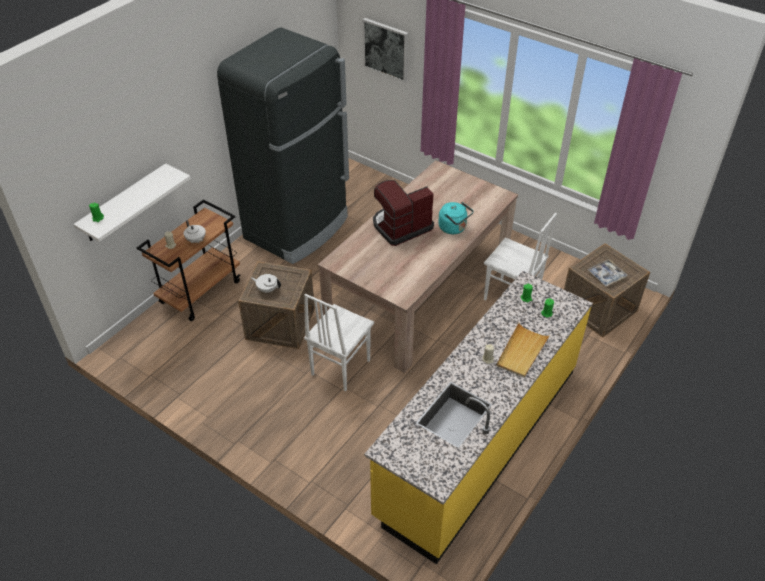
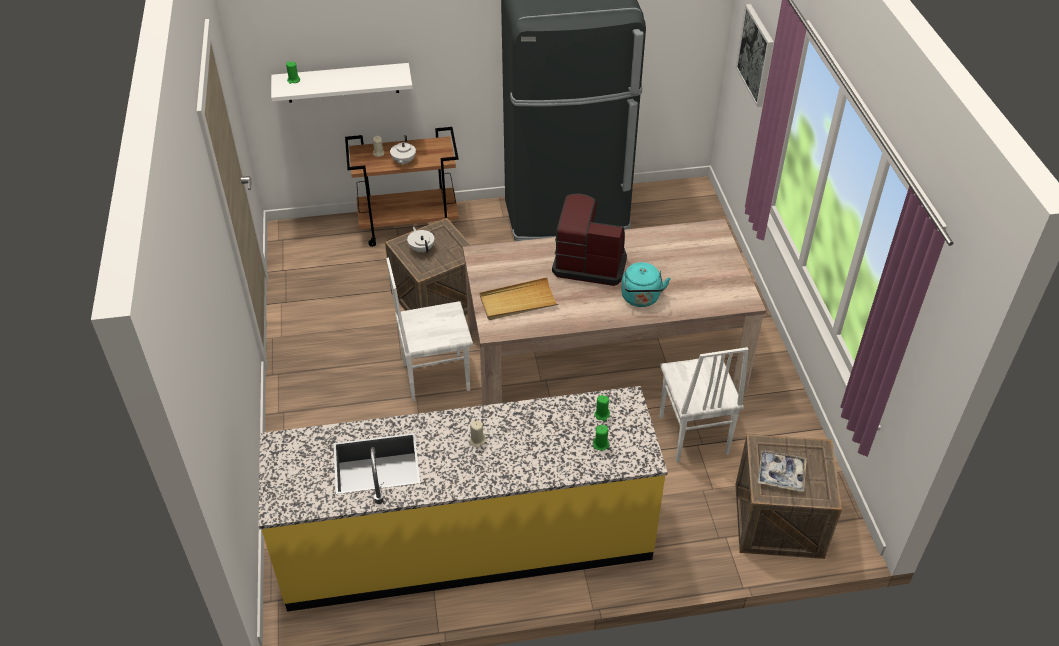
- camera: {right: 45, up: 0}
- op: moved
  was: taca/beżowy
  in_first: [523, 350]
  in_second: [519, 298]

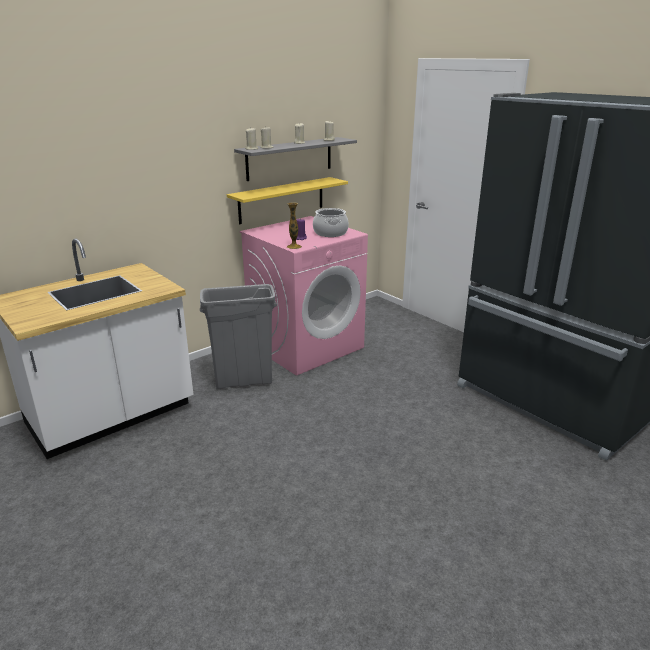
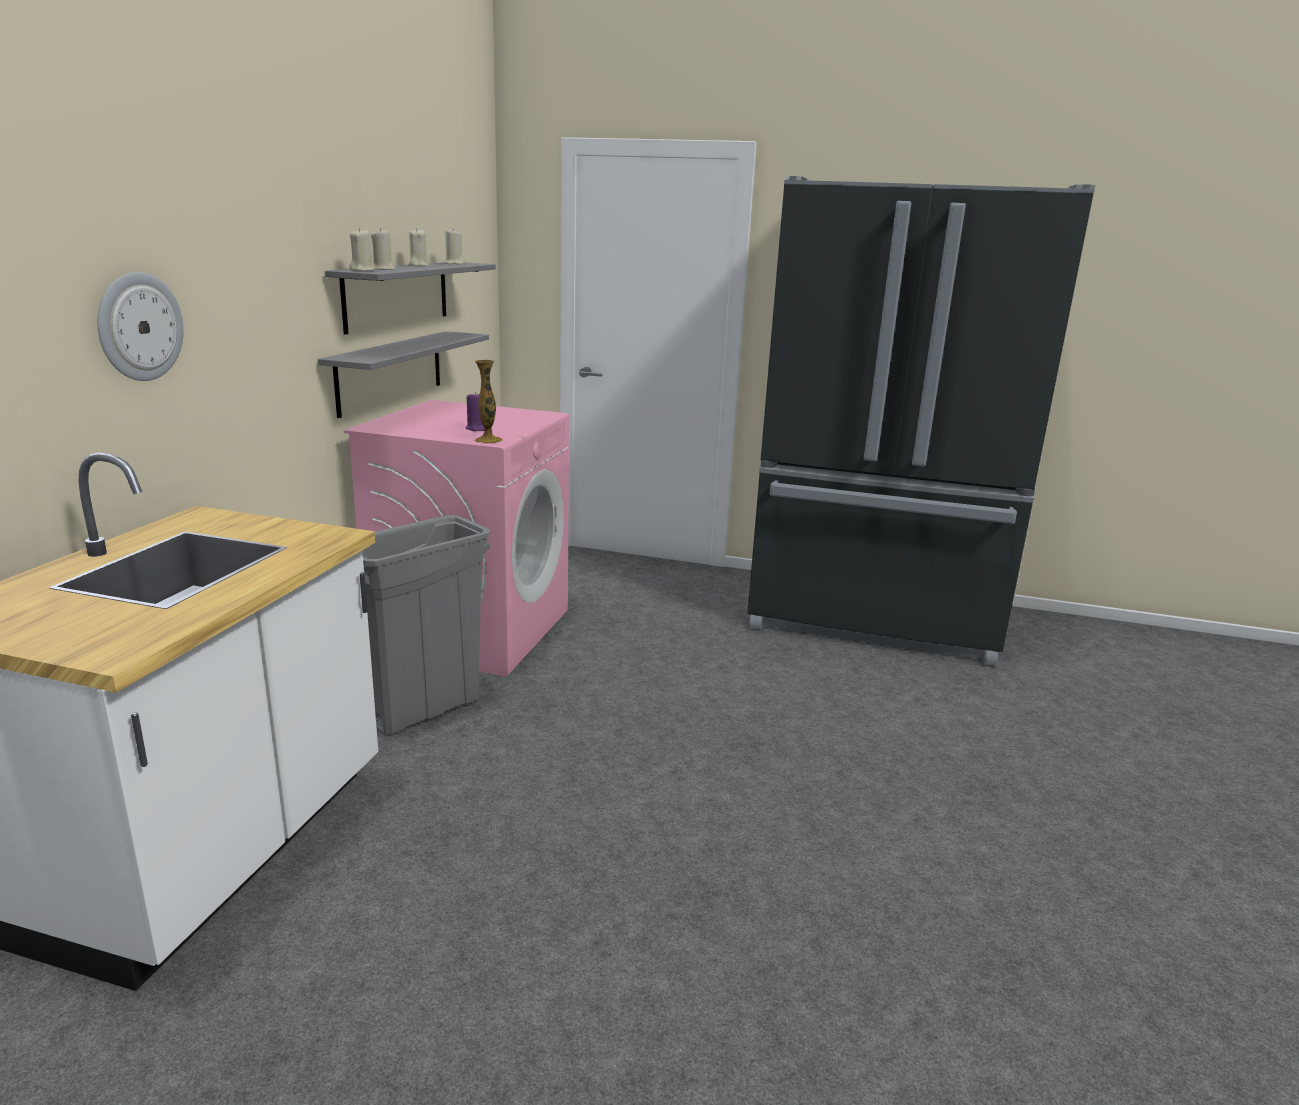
- camera: {right: -35, up: -5}
- op: removed
  was: garnek
  in_first: [331, 222]
- op: added
  now: zegar ścienny
  in_second: [140, 326]
- op: recoloured
  was: półka/żółty
  now: półka/szary
  in_first: [287, 200]
  in_second: [403, 374]

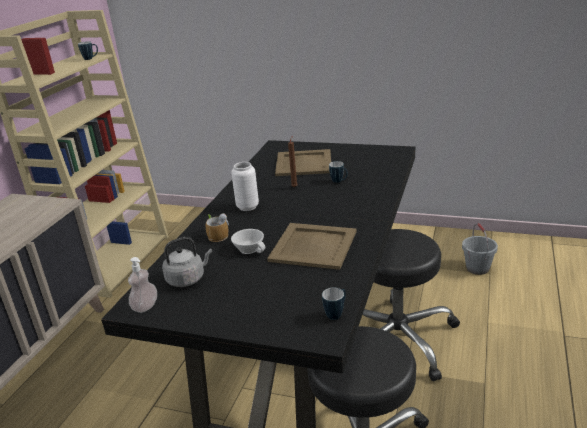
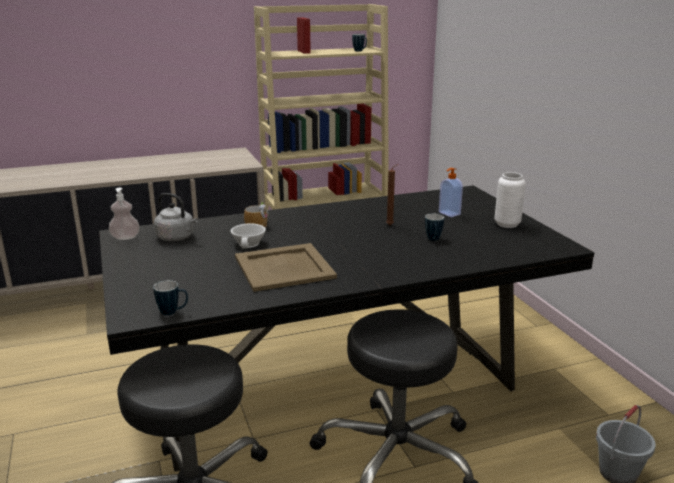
- camera: {right: 50, up: -5}
- op: moved
  was: wazon/biały
  in_first: [245, 186]
  in_second: [510, 200]
- op: replaced
  was: taca/beżowy
  now: dozownik mydła
  in_first: [303, 162]
  in_second: [451, 192]

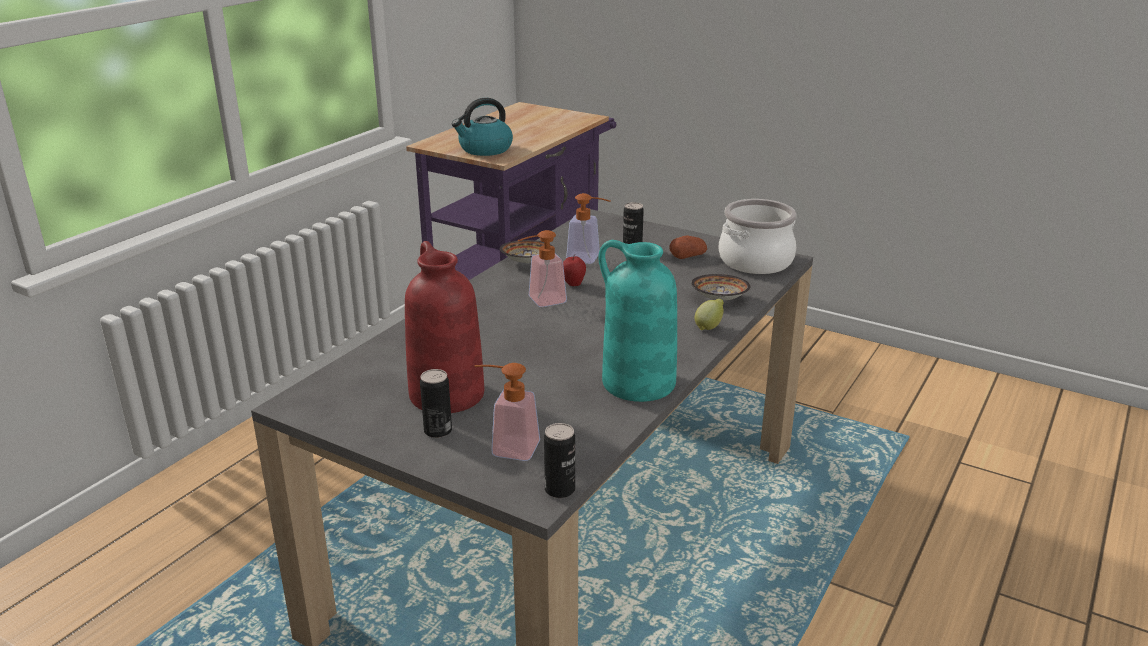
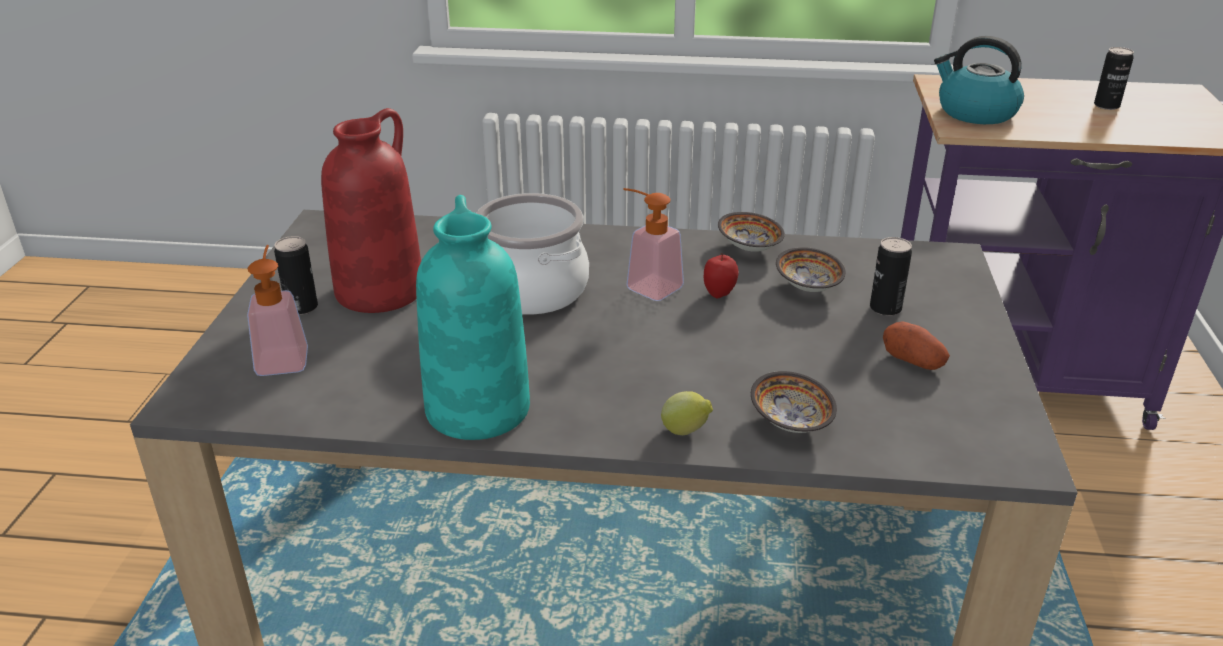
- camera: {right: 65, up: 5}
- op: moved
  was: puszka
  in_first: [559, 460]
  in_second: [1114, 78]
- op: moved
  was: garnek
  in_first: [758, 236]
  in_second: [532, 253]
- op: replaced
  was: dozownik mydła
  now: miska
  in_first: [588, 228]
  in_second: [811, 269]

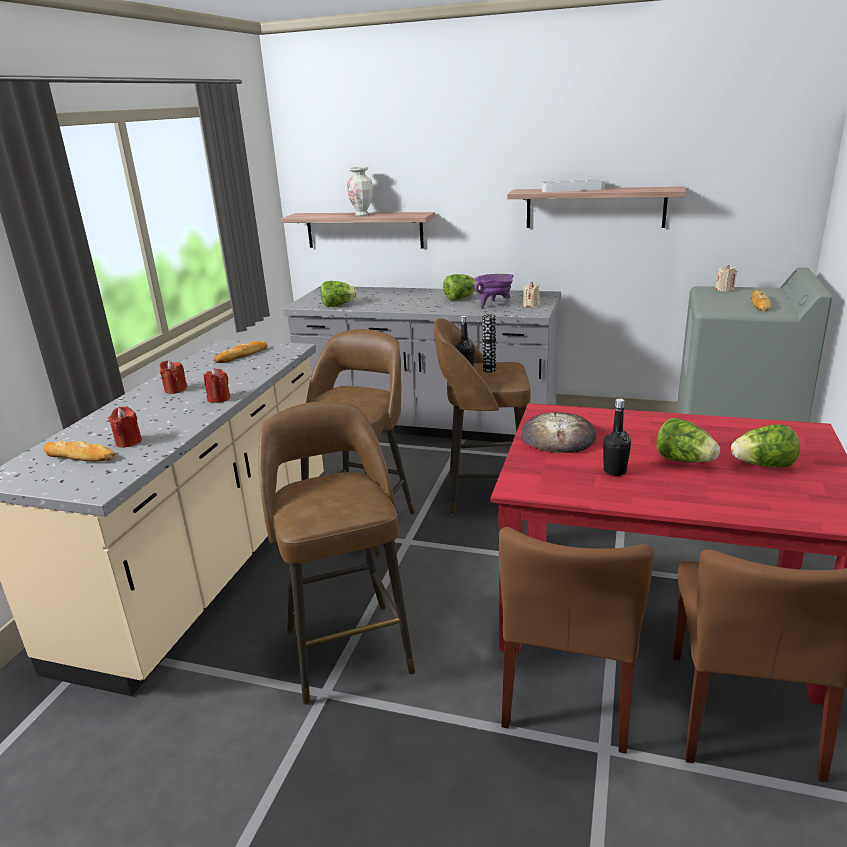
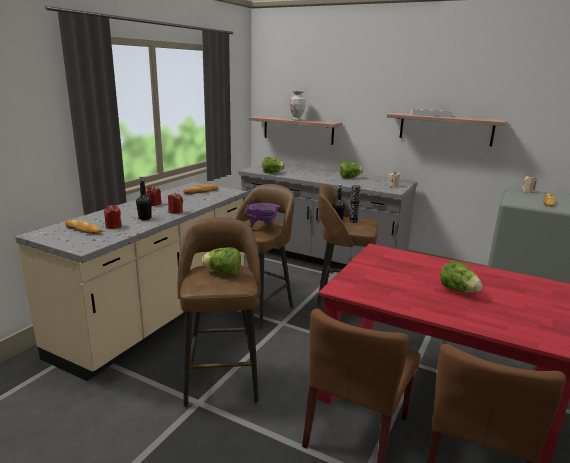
- camera: {right: 10, up: -5}
- op: removed
  was: chleb
  in_first: [558, 432]
- op: moved
  was: garnek/fioletowy
  in_first: [494, 291]
  in_second: [262, 215]
- op: moved
  was: butelka/czarny
  in_first: [617, 437]
  in_second: [144, 198]
- op: moved
  was: sałata
  in_first: [765, 446]
  in_second: [221, 261]

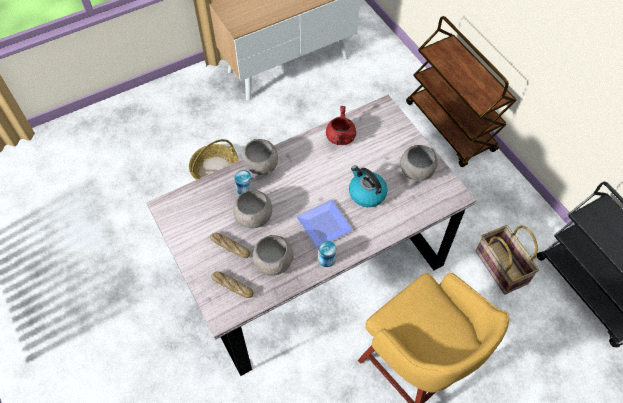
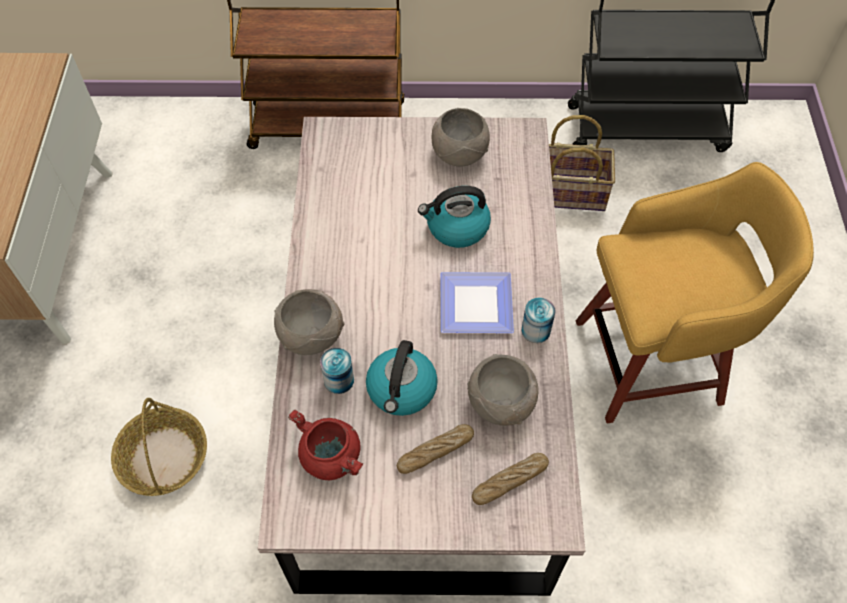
- camera: {right: -60, up: 0}
- op: moved
  was: garnek/czerwony
  in_first: [341, 125]
  in_second: [325, 445]
- op: replaced
  was: miska/szary
  now: czajnik
  in_first: [252, 209]
  in_second: [402, 378]

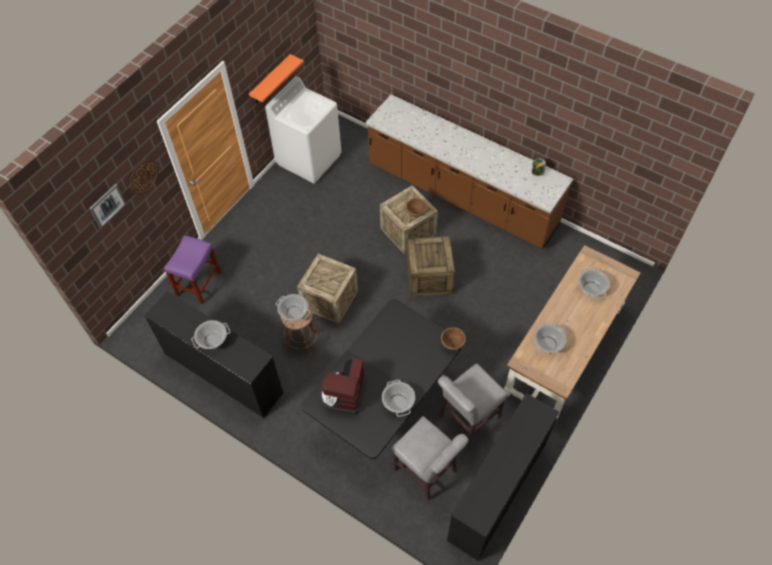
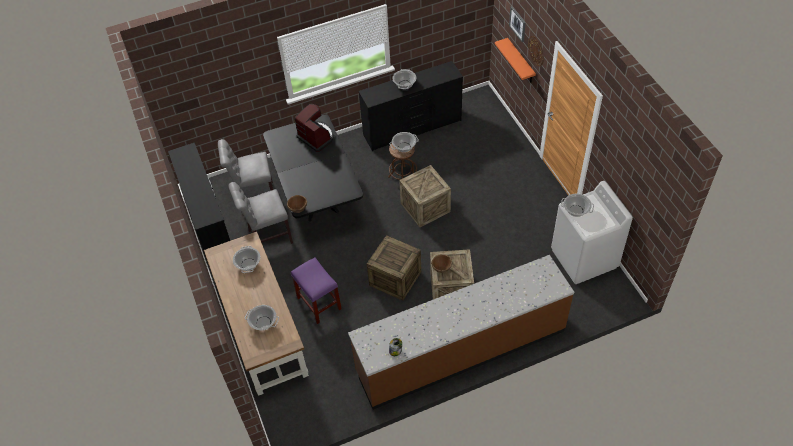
- camera: {right: 125, up: -5}
- op: moved
  was: stołek/fioletowy
  in_first: [192, 269]
  in_second: [316, 291]
- op: moved
  was: półka/pomarańczowy
  in_first: [276, 79]
  in_second: [515, 60]
- op: moved
  was: garnek
  in_first: [398, 398]
  in_second: [577, 205]
- op: turned
  was: krzesło/szary
  in_first: [473, 404]
  in_second: [261, 213]
  clockwise: -105

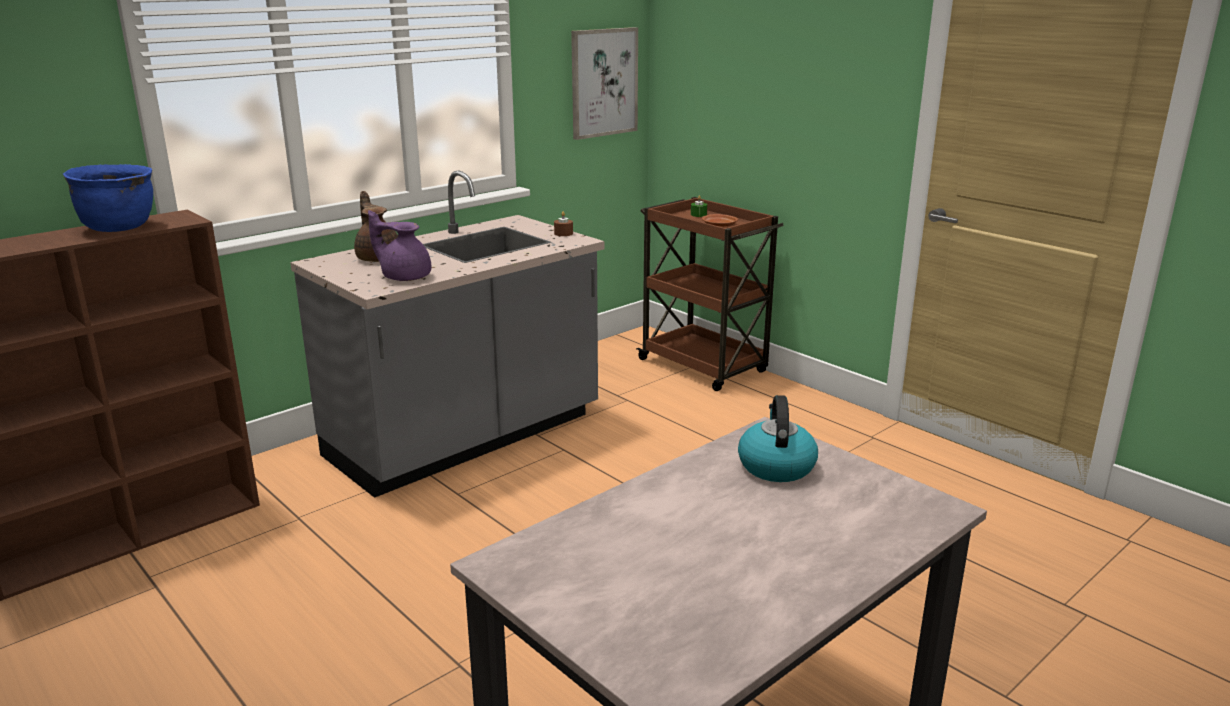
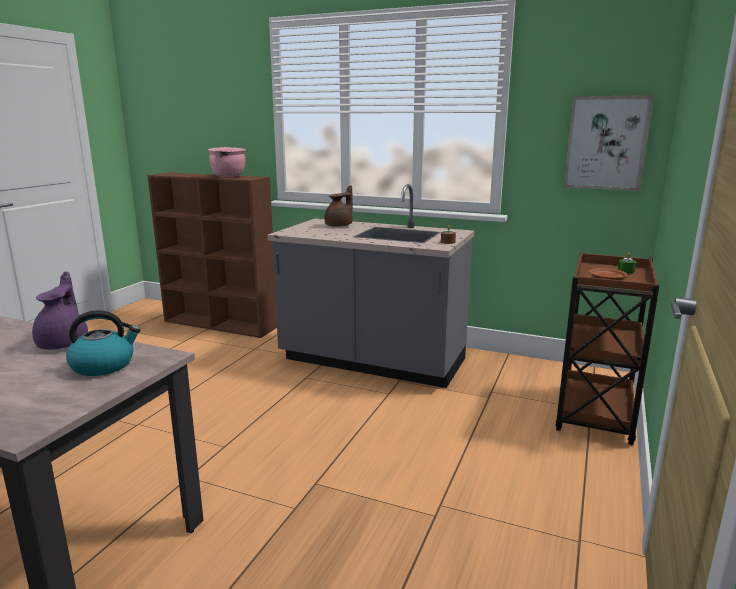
- camera: {right: 65, up: -5}
- op: moved
  was: imbryk/fioletowy
  in_first: [399, 245]
  in_second: [60, 310]
- op: recoloured
  was: garnek/niebieski
  now: garnek/różowy
  in_first: [108, 198]
  in_second: [227, 162]

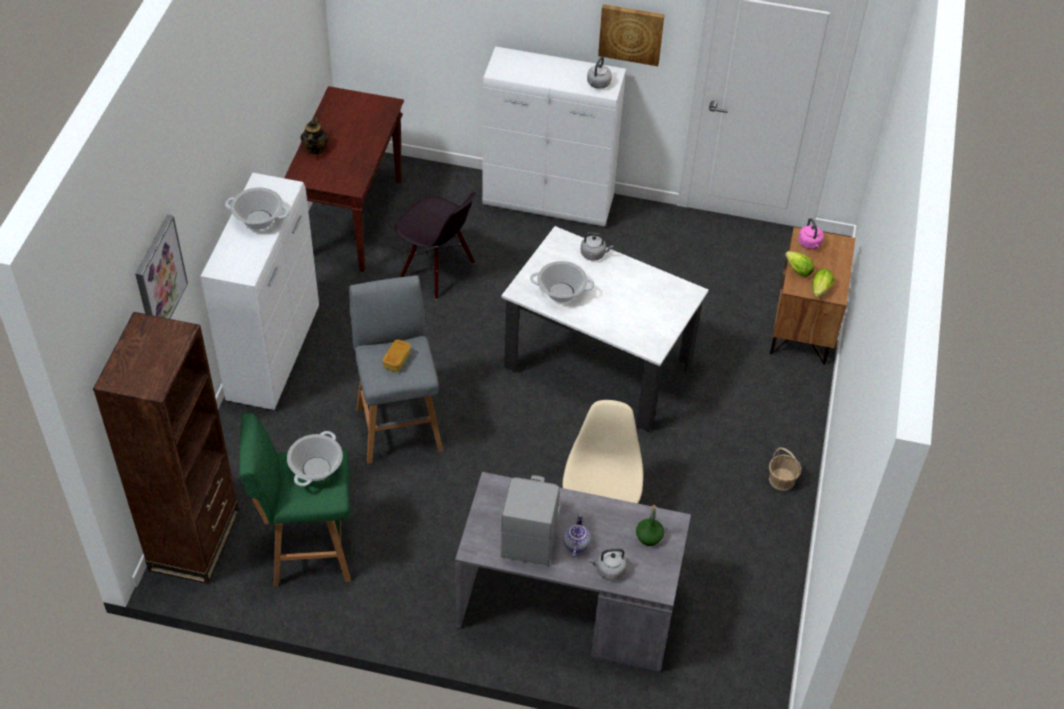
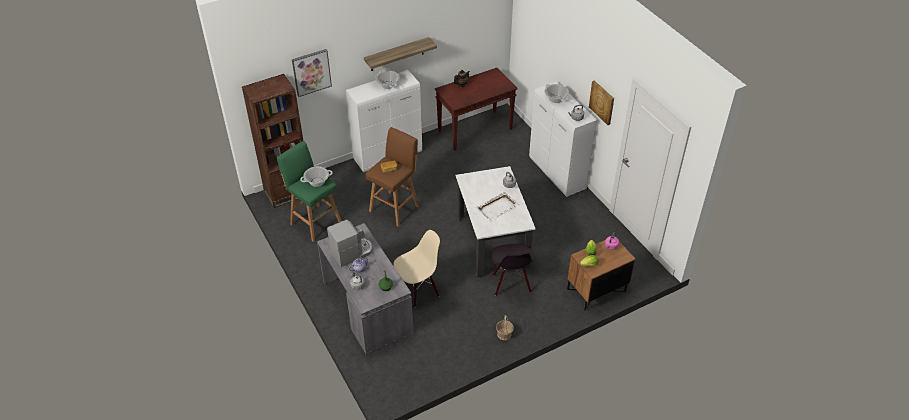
- camera: {right: 50, up: -5}
- op: added
  now: półka
  in_second: [400, 54]
- op: added
  now: taca/biały
  in_second: [497, 206]
- op: moved
  was: krzesło/czarny
  in_first: [435, 246]
  in_second: [512, 270]
- op: moved
  was: garnek
  in_first: [562, 281]
  in_second: [557, 93]
- op: recoloured
  was: stołek/szary
  now: stołek/brązowy
  in_first: [396, 369]
  in_second: [392, 177]

